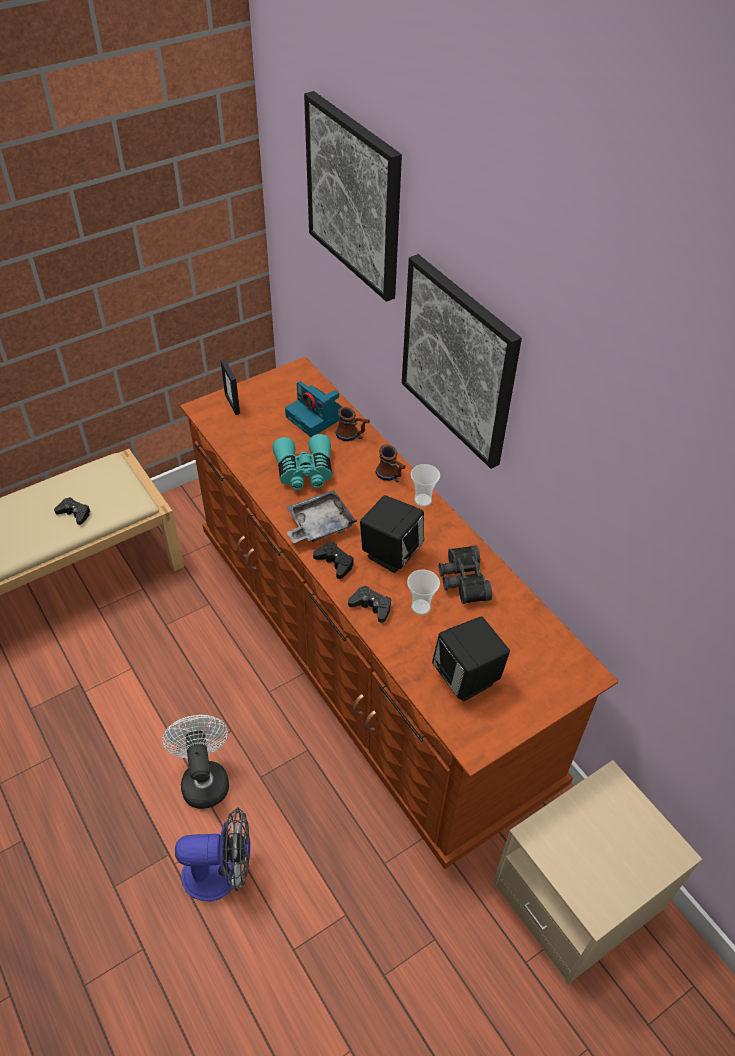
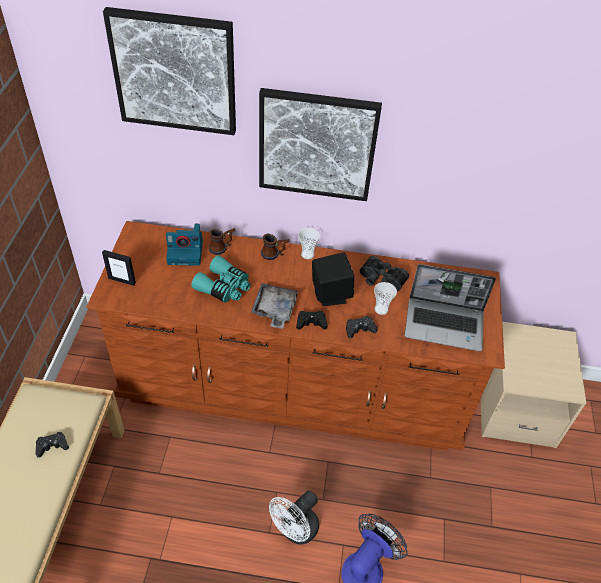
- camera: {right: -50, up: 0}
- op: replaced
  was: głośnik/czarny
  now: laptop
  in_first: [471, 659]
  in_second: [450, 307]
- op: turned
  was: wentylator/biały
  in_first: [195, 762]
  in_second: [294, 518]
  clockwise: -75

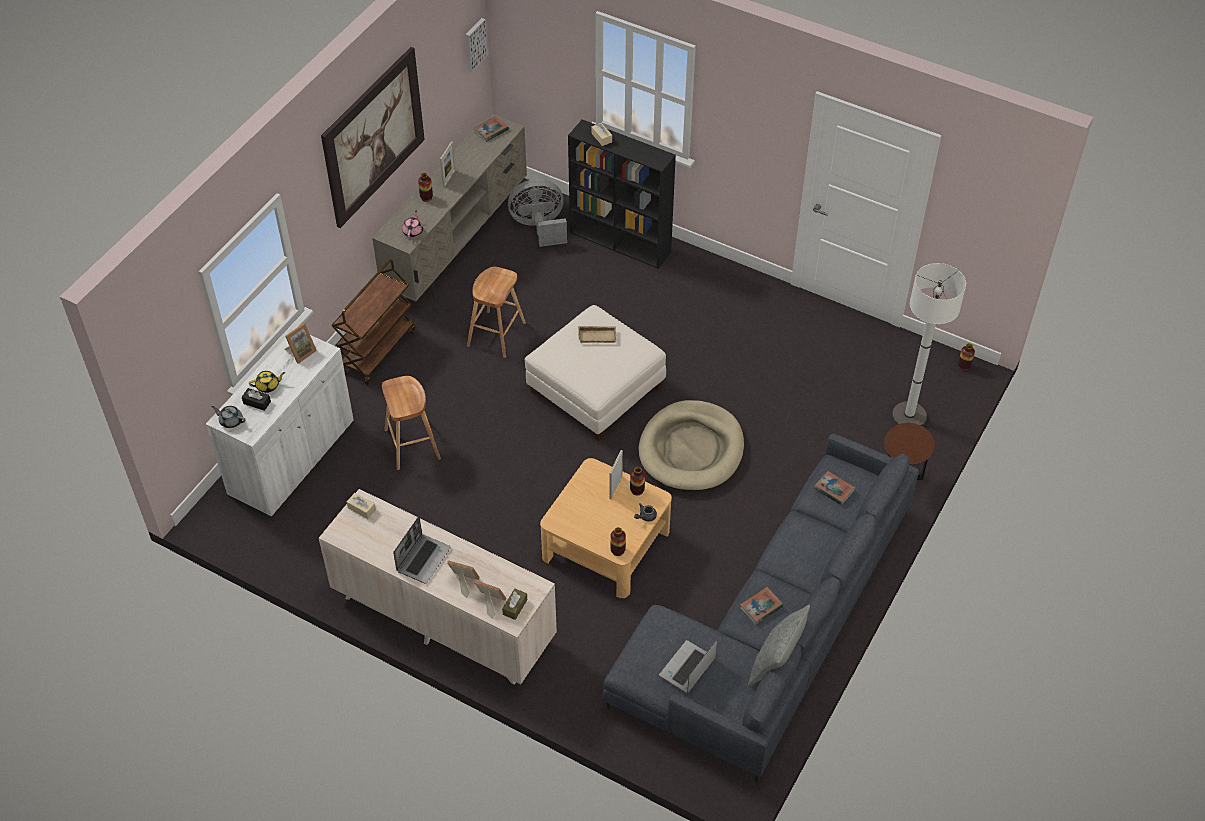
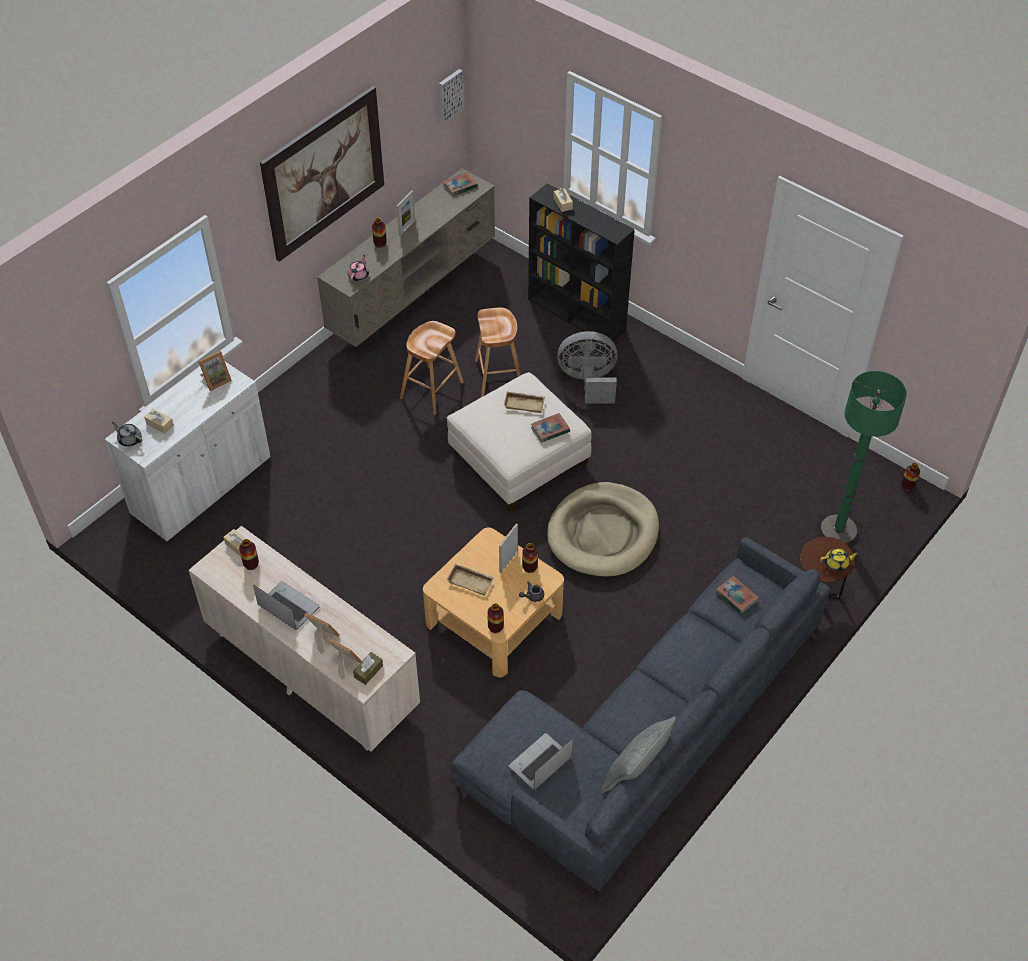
- camera: {right: 10, up: 0}
- op: removed
  was: wózek/brązowy
  in_first: [373, 322]
- op: added
  now: wazon
  in_second: [249, 554]
- op: added
  now: taca/beżowy
  in_second: [470, 580]
- op: moved
  was: imbryk/żółty
  in_first: [267, 382]
  in_second: [839, 559]
- op: moved
  was: stołek/brązowy
  in_first: [411, 423]
  in_second: [498, 352]
- op: moved
  was: wentylator/szary
  in_first: [537, 213]
  in_second: [587, 367]
- op: moved
  was: książka
  in_first: [761, 605]
  in_second: [550, 428]
- op: recoloured
  was: pudełko chusteczek/czarny
  now: pudełko chusteczek/beżowy
  in_first: [256, 399]
  in_second: [159, 421]
- op: recoloured
  was: lampa stojąca/biały
  now: lampa stojąca/zielony
  in_first: [929, 344]
  in_second: [863, 458]
- op: turned
  was: laptop
  in_first: [422, 550]
  in_second: [286, 605]
  clockwise: -90

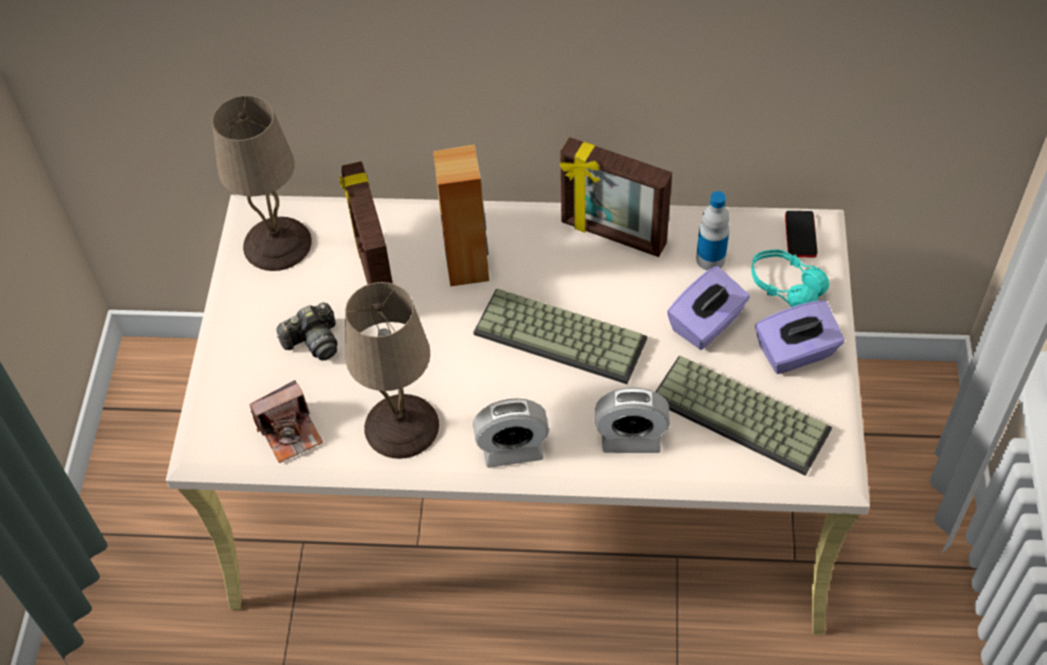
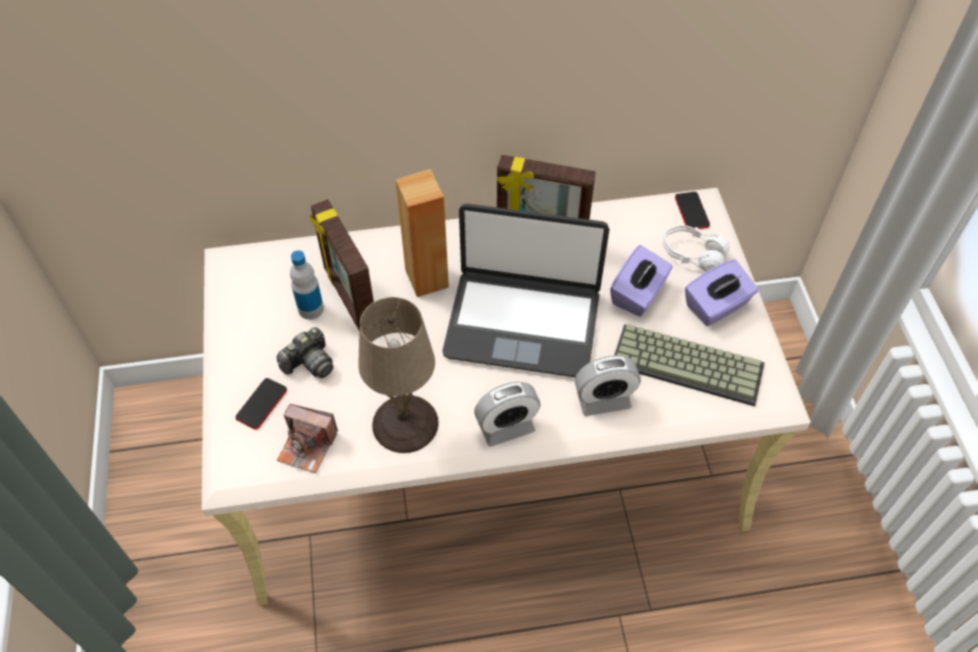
- camera: {right: -15, up: 0}
- op: removed
  was: lampa stołowa/beżowy
  in_first: [262, 183]
- op: added
  now: telefon
  in_second: [261, 404]
- op: moved
  was: butelka
  in_first: [712, 230]
  in_second: [307, 285]
- op: replaced
  was: klawiatura
  now: laptop
  in_first: [560, 336]
  in_second: [526, 290]
- op: recoloured
  was: słuchawki/turkusowy
  now: słuchawki/biały
  in_first: [790, 278]
  in_second: [696, 248]
- op: turned
  was: aparat fotograficzny
  in_first: [286, 421]
  in_second: [307, 438]
  clockwise: 60

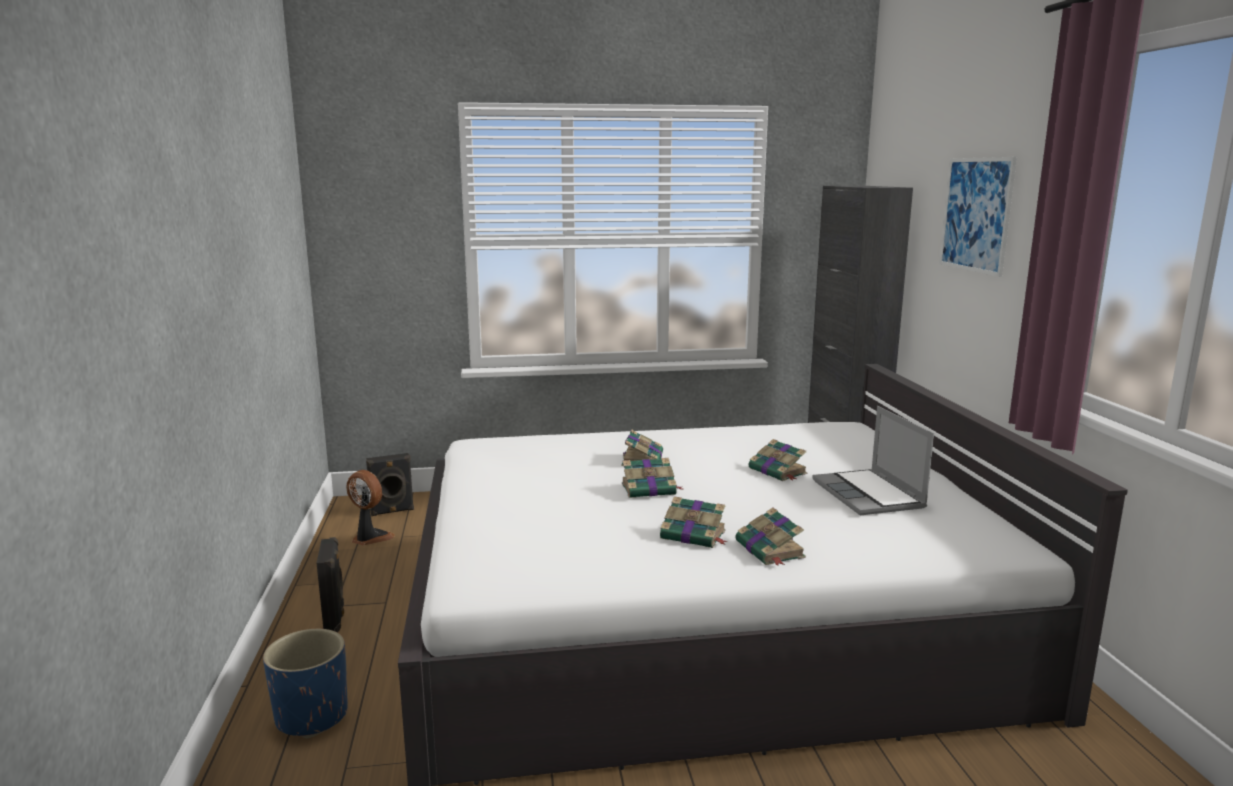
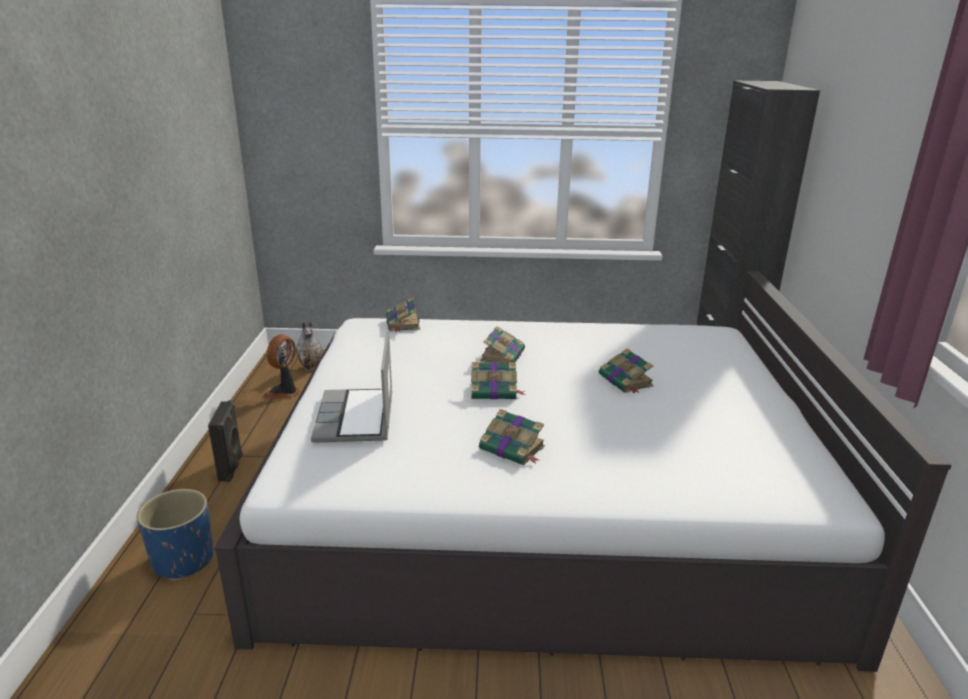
- camera: {right: 10, up: 10}
- op: removed
  was: obraz
  in_first: [978, 217]
- op: moved
  was: książka
  in_first: [770, 537]
  in_second: [403, 314]
- op: moved
  was: laptop
  in_first: [873, 460]
  in_second: [351, 385]
- op: replaced
  was: głośnik/czarny
  now: wazon
  in_first: [390, 484]
  in_second: [309, 346]
- op: turned
  was: wentylator
  in_first: [370, 507]
  in_second: [282, 366]
  clockwise: -105

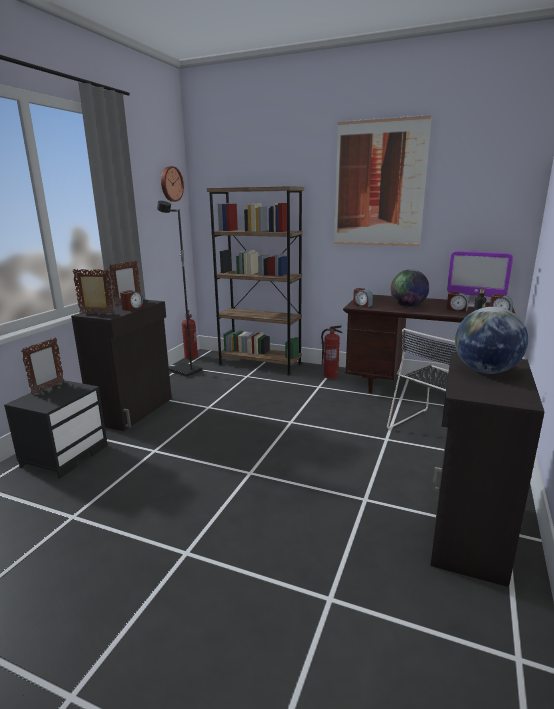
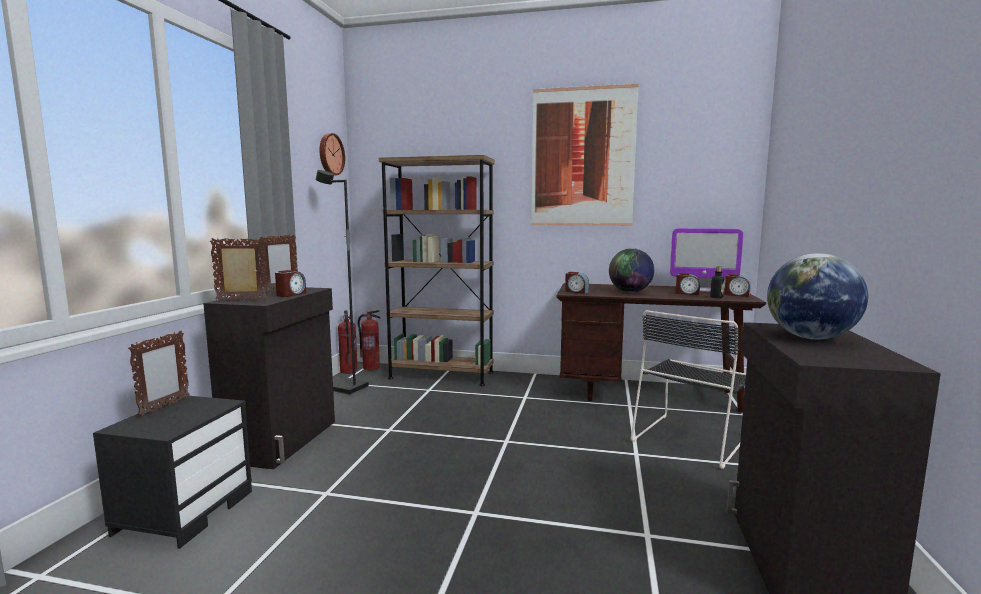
- camera: {right: -10, up: -10}
- op: moved
  was: gaśnica
  in_first: [331, 352]
  in_second: [369, 340]

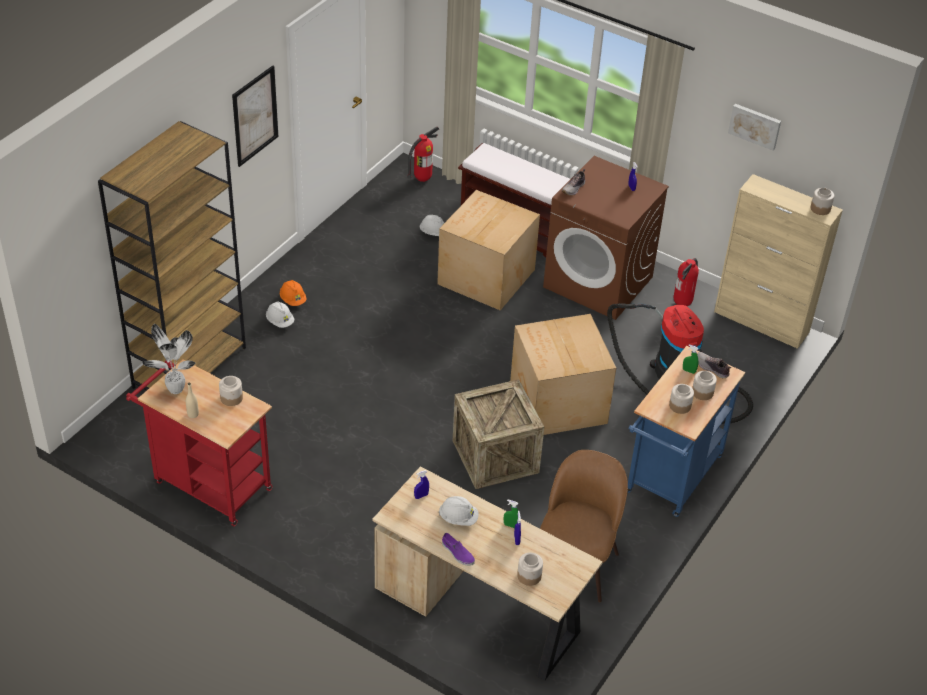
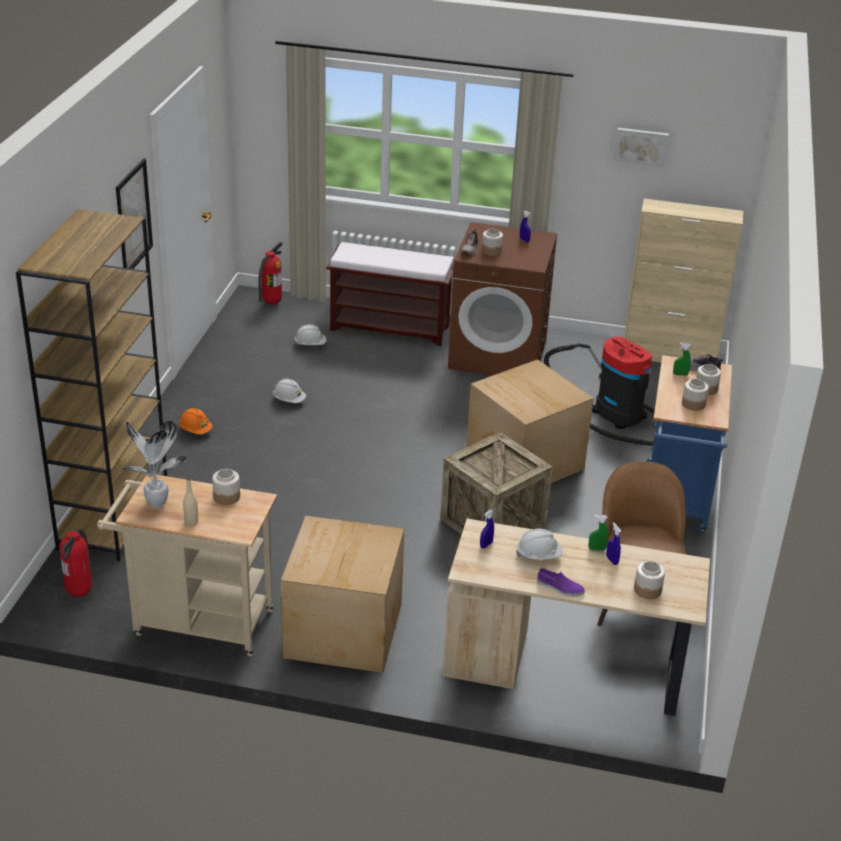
- camera: {right: -20, up: -10}
- op: moved
  was: kask/biały
  in_first: [280, 314]
  in_second: [289, 390]
- op: moved
  was: karton
  in_first: [488, 250]
  in_second: [342, 594]
- op: moved
  was: gaśnica
  in_first: [686, 282]
  in_second: [75, 562]
- op: moved
  was: słoik
  in_first: [822, 201]
  in_second: [492, 242]
- op: recoloured
  was: wózek/czerwony
  now: wózek/beżowy
  in_first: [199, 442]
  in_second: [187, 565]

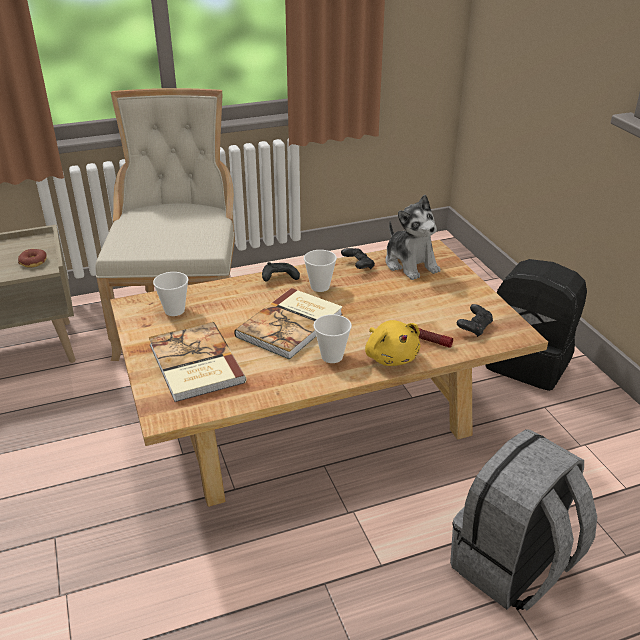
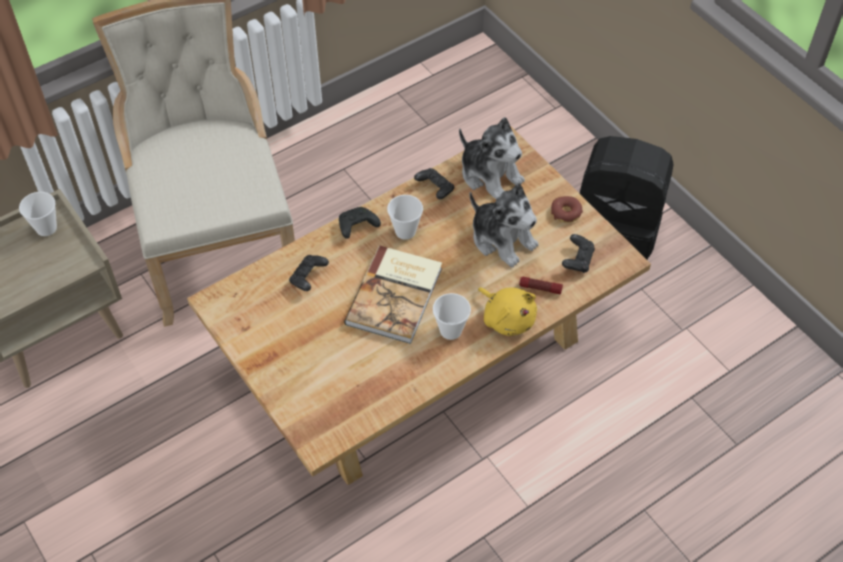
- camera: {right: -15, up: 20}
- op: removed
  was: książka
  in_first: [197, 362]
- op: removed
  was: plecak/szary
  in_first: [523, 520]
- op: added
  now: pad do gier/czarny
  in_second: [309, 273]
- op: added
  now: pluszak
  in_second: [504, 225]
- op: moved
  was: donut
  in_first: [32, 258]
  in_second: [567, 209]
- op: moved
  was: filiżanka
  in_first: [170, 294]
  in_second: [38, 214]

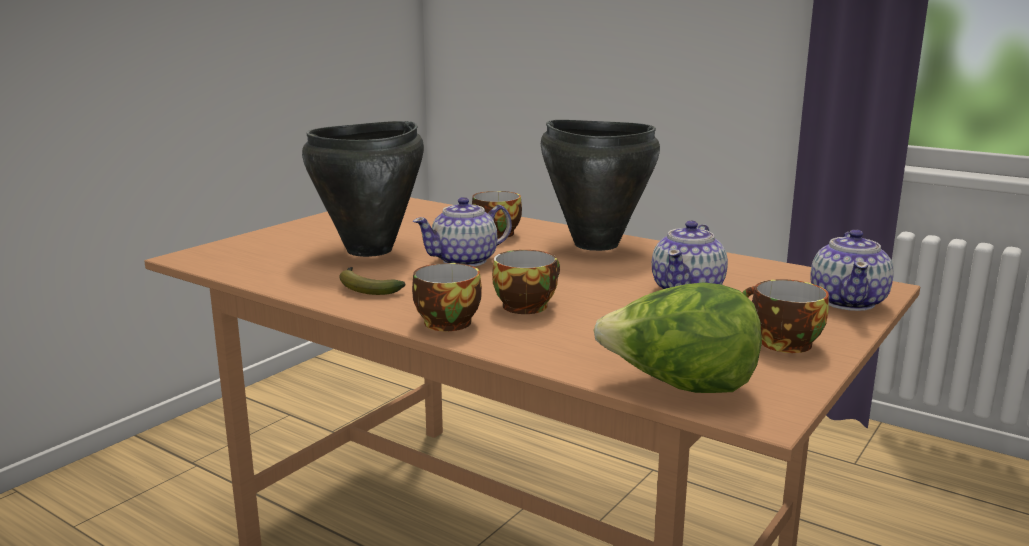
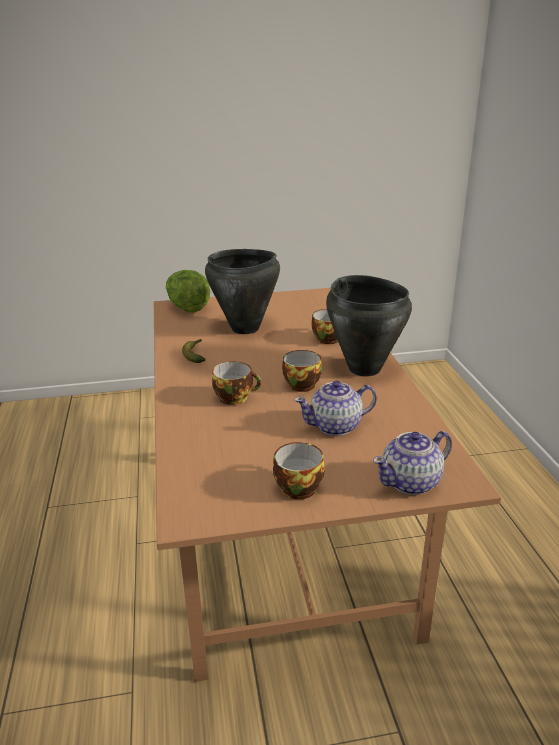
- camera: {right: 45, up: 10}
- op: removed
  was: imbryk
  in_first: [462, 232]
- op: moved
  was: filiżanka
  in_first: [447, 297]
  in_second: [302, 371]
- op: moved
  was: sałata
  in_first: [678, 337]
  in_second: [188, 291]

